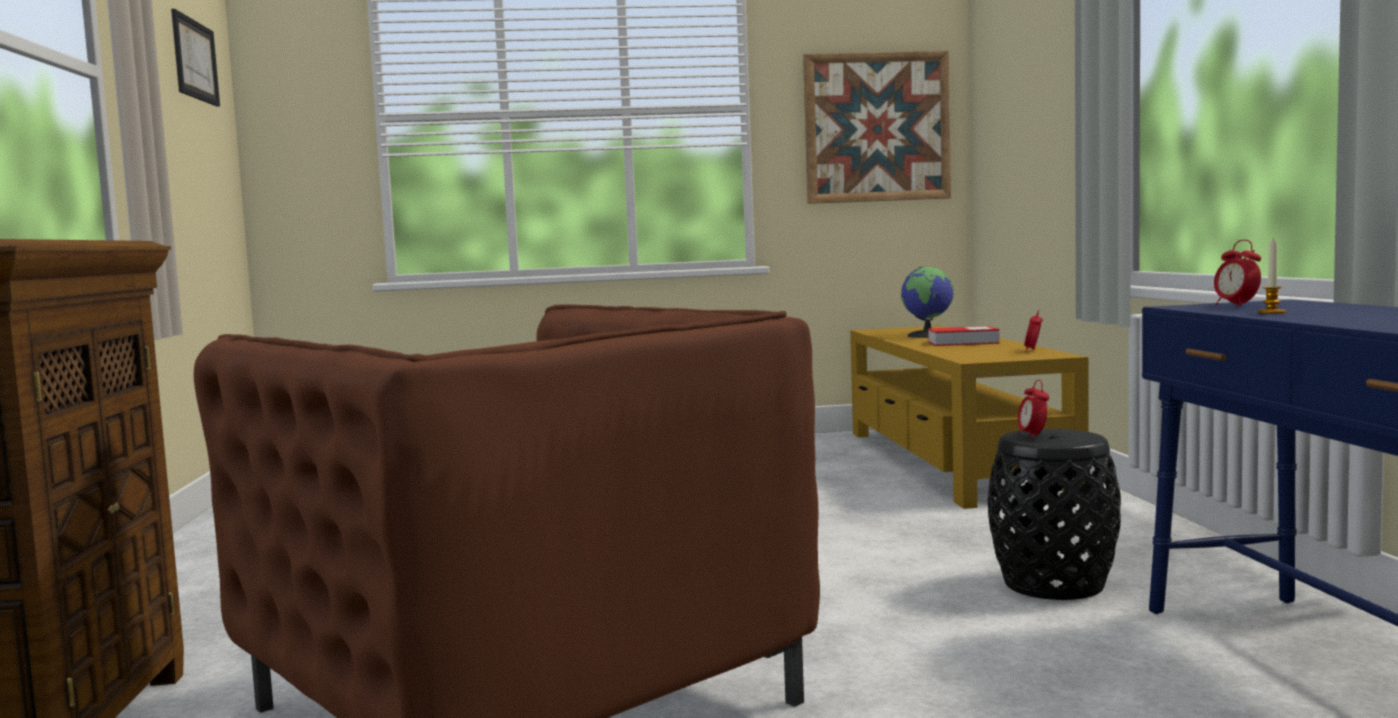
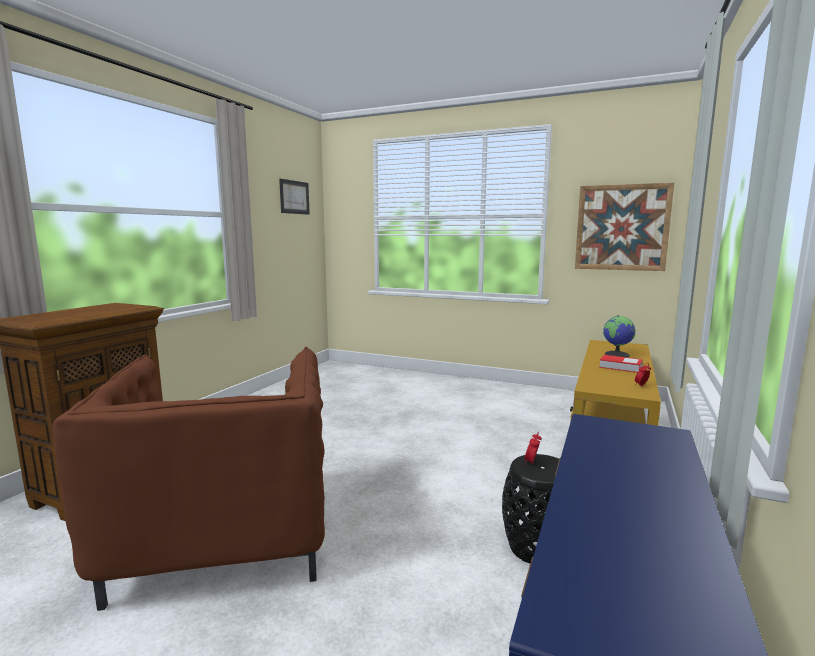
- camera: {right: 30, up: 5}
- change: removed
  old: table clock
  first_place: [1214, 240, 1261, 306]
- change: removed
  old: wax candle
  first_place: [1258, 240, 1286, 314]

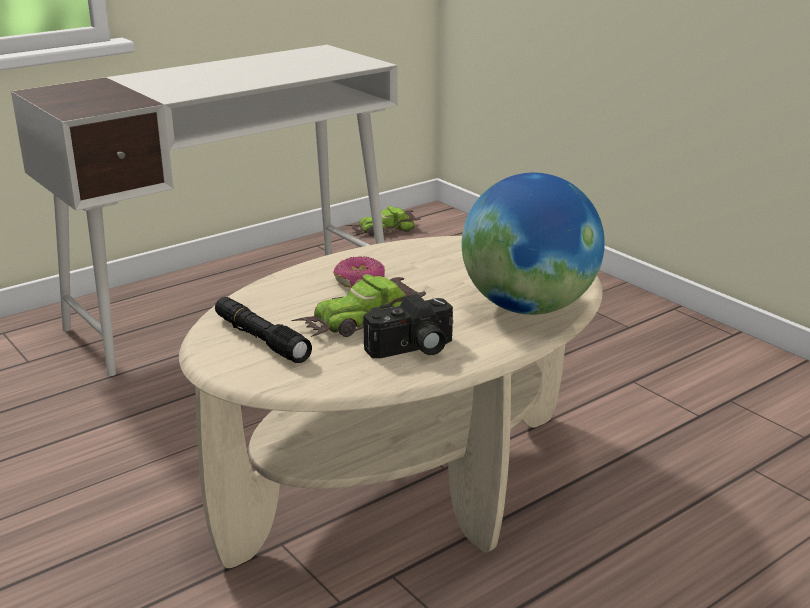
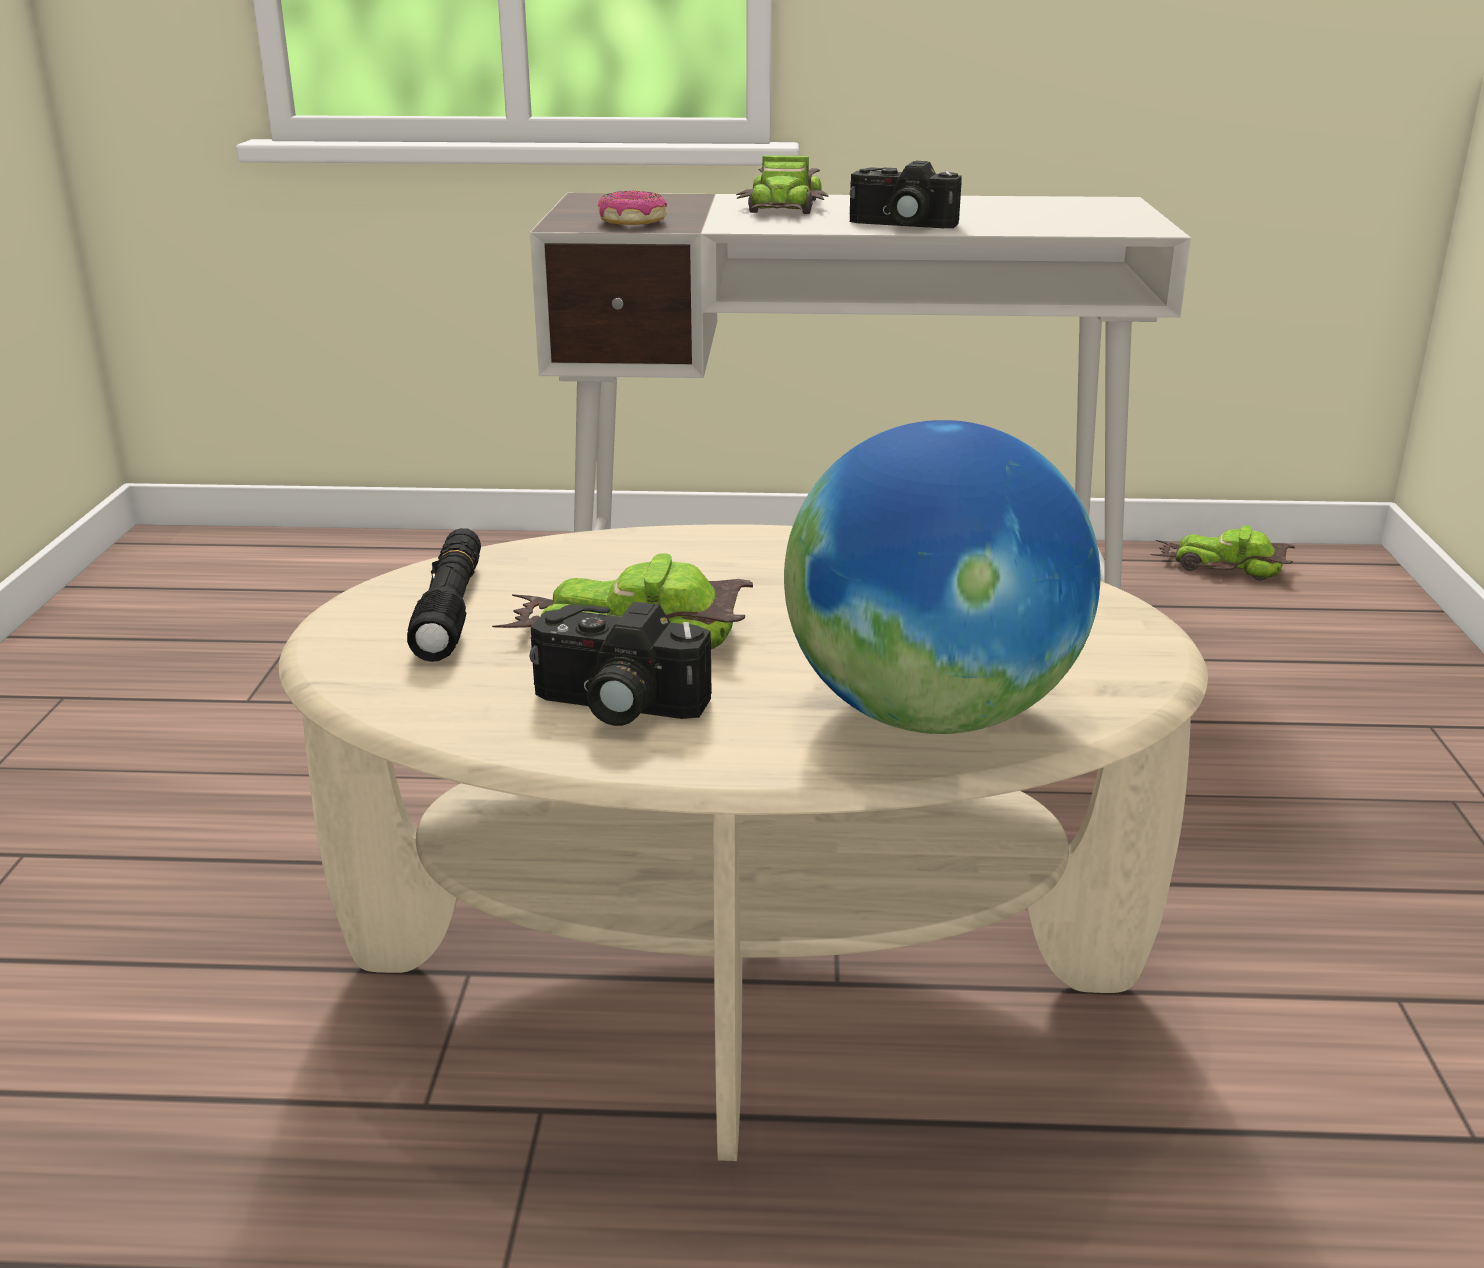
- camera: {right: 40, up: 0}
- change: moved
  old: doughnut
  first_place: [333, 256, 385, 288]
  second_place: [598, 191, 667, 225]
- change: added
  new: miniature car
  second_place: [736, 155, 829, 214]
- change: added
  new: photo camera
  second_place: [849, 161, 962, 228]

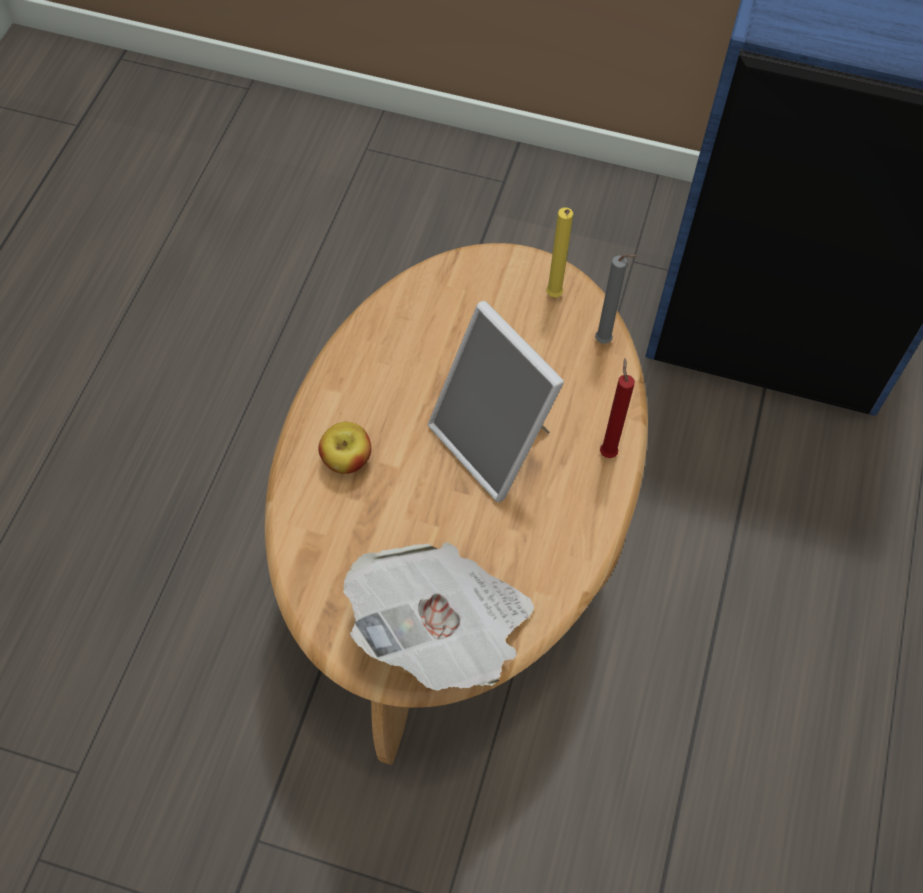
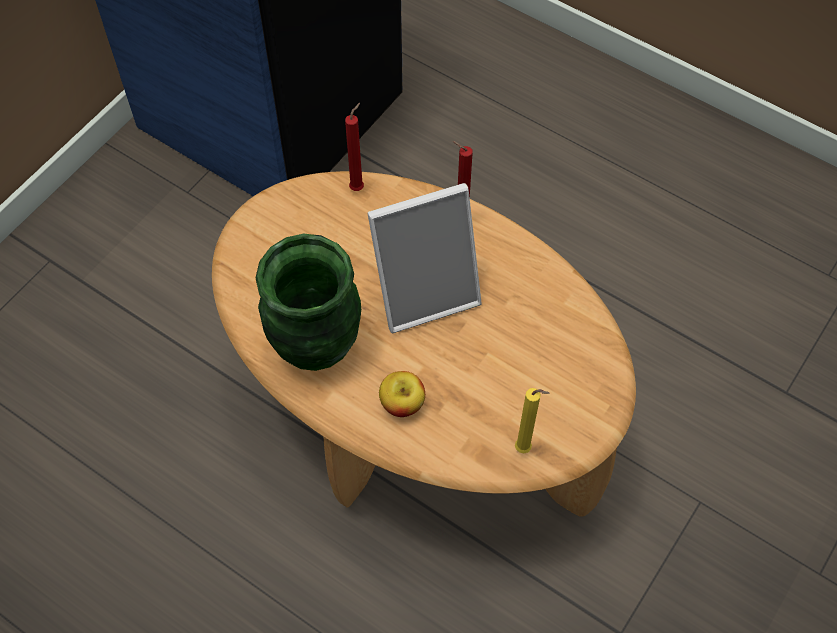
- camera: {right: -70, up: 0}
- change: moved
  old: yellowish wax candle
  first_place: [546, 207, 573, 297]
  second_place: [515, 388, 550, 453]
- change: recoloured
  old: greyish wax candle
  new: red wax candle
  first_place: [595, 254, 638, 344]
  second_place: [345, 103, 364, 191]
- change: removed
  old: printed paper
  first_place: [343, 542, 534, 691]
- change: added
  new: green-coloured decorative vase
  second_place: [256, 234, 361, 371]

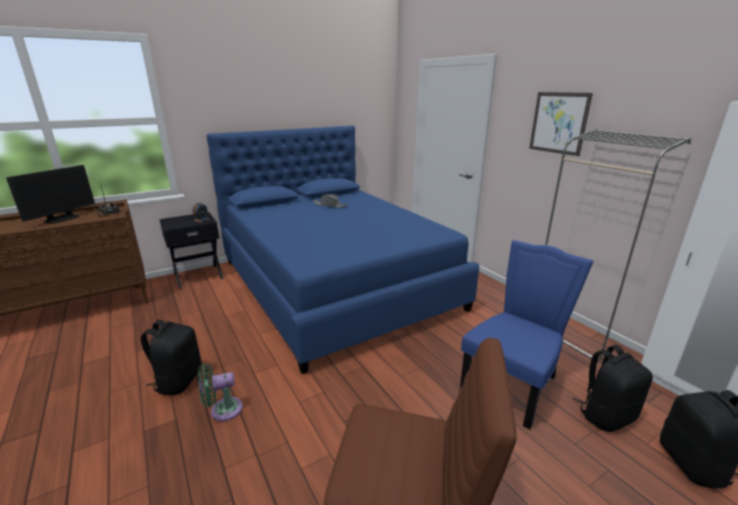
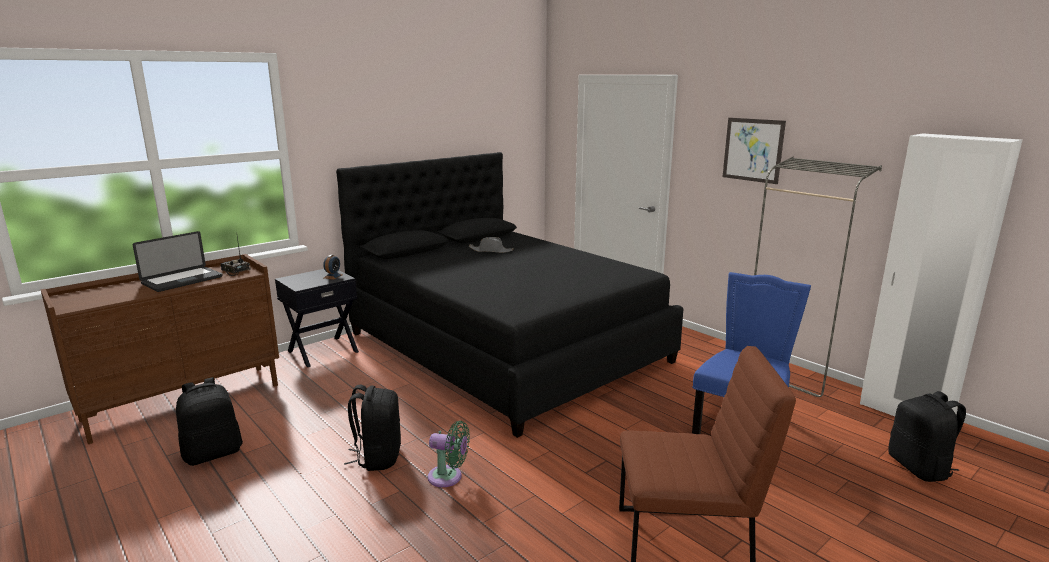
- camera: {right: -10, up: -5}
- change: recoloured
  old: bluish sleeping bed
  new: black-coloured sleeping bed
  first_place: [207, 126, 479, 374]
  second_place: [336, 152, 684, 438]
- change: replaced
  old: computer display
  new: notebook computer
  first_place: [6, 165, 95, 224]
  second_place: [133, 231, 223, 292]
- change: moved
  old: black-coloured backpack
  first_place: [572, 345, 653, 432]
  second_place: [176, 377, 243, 466]
- change: turned
  old: green-coloured electric fan
  first_place: [198, 364, 243, 421]
  second_place: [428, 421, 470, 487]
  degrees: -135

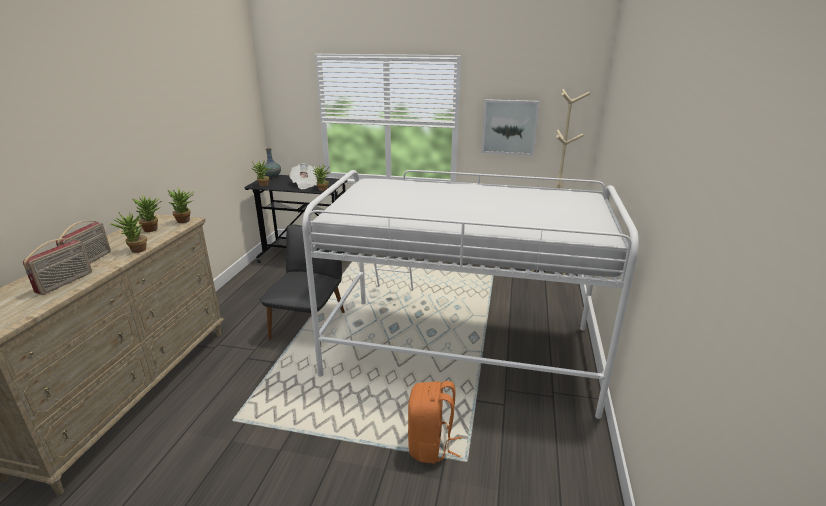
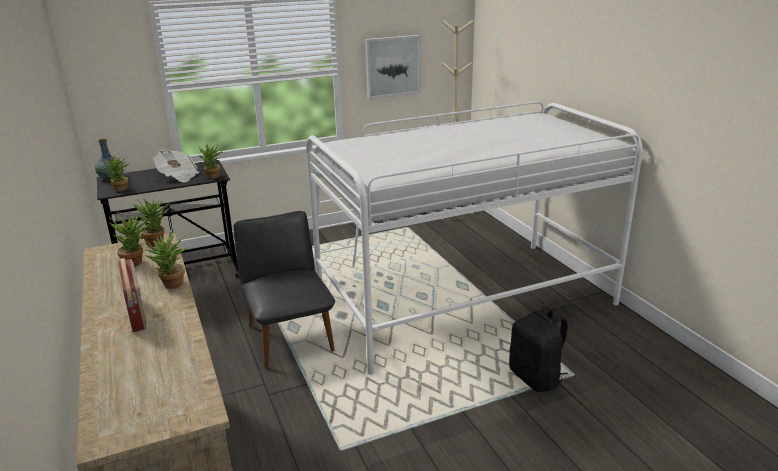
- camera: {right: -35, up: 0}
- change: removed
  old: radio receiver
  first_place: [23, 238, 92, 295]
- change: recoloured
  old: orangey backpack
  new: black-coloured backpack
  first_place: [408, 381, 462, 464]
  second_place: [509, 306, 568, 392]

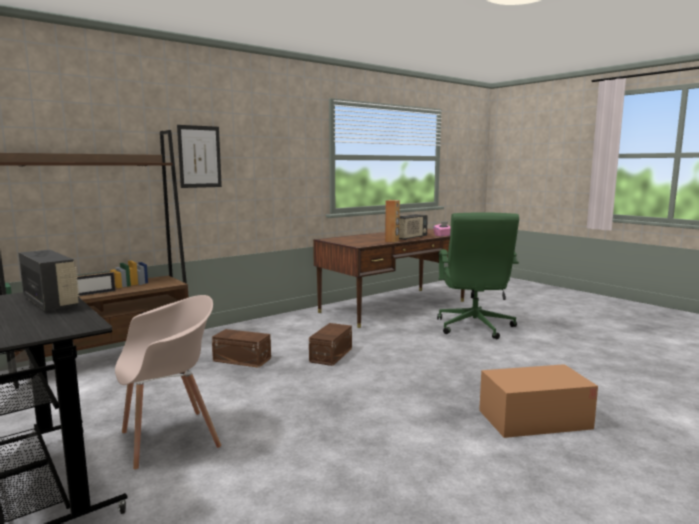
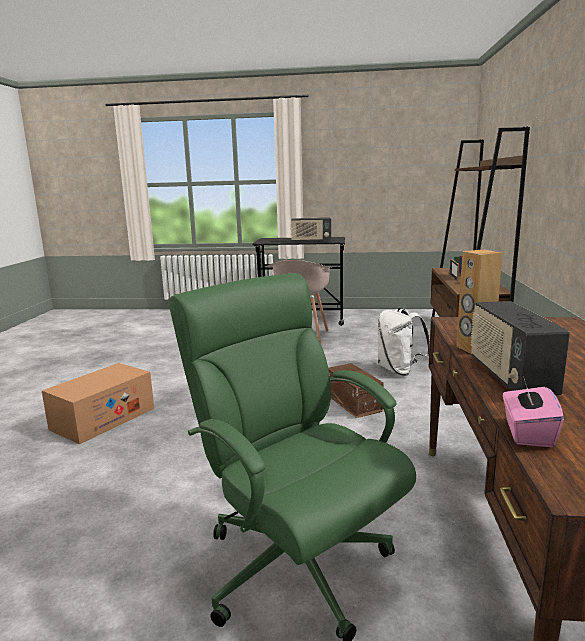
- camera: {right: 135, up: 5}
- change: removed
  old: wall art
  first_place: [177, 125, 222, 188]
- change: replaced
  old: brownish storage container
  new: whitish backpack
  first_place: [212, 329, 271, 368]
  second_place: [377, 308, 430, 376]

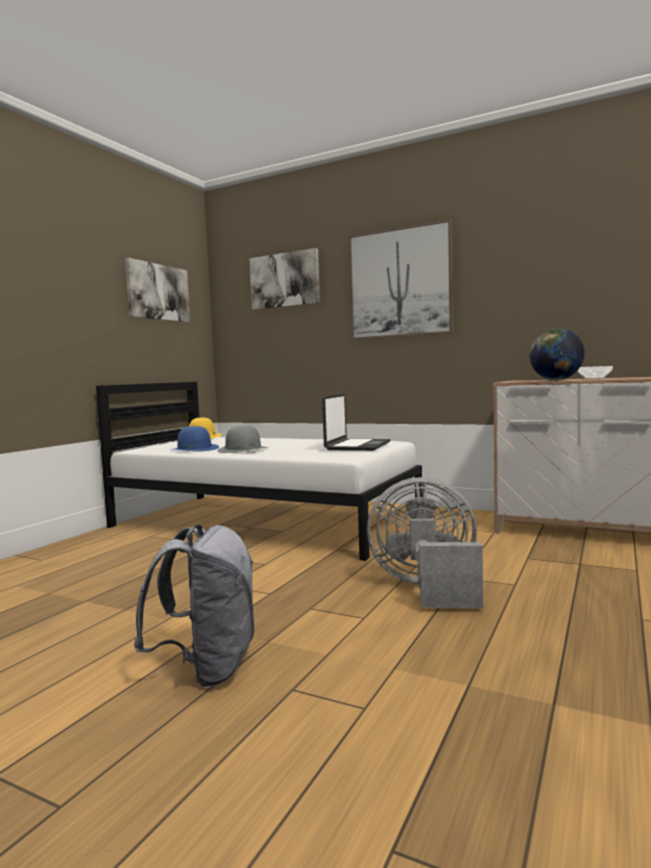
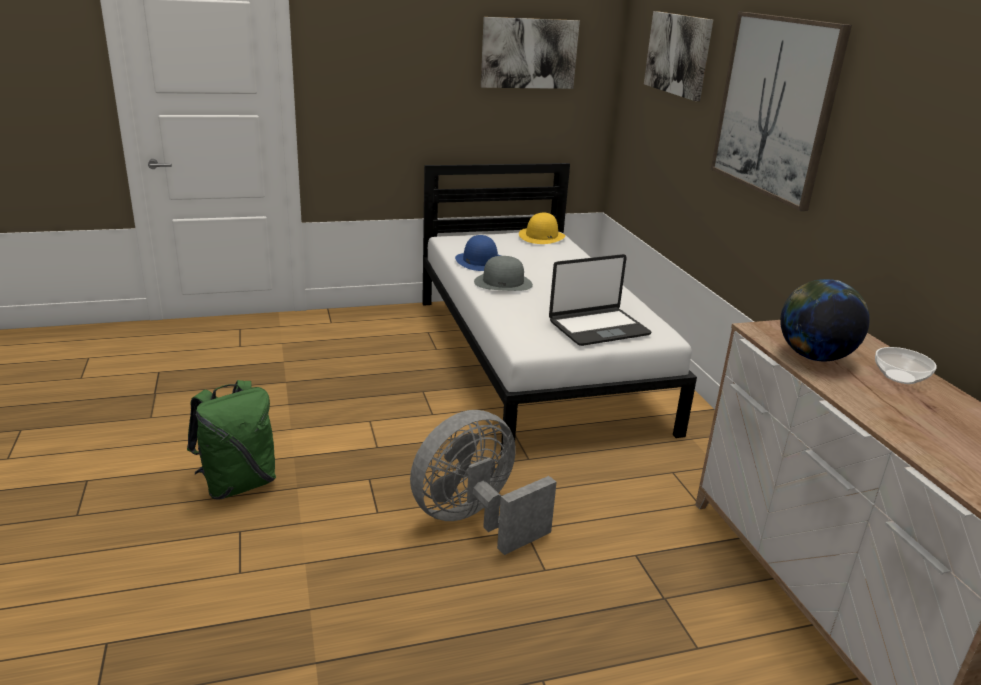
- camera: {right: 45, up: 20}
- change: turned
  old: greyish electric fan
  first_place: [367, 477, 483, 608]
  second_place: [410, 410, 557, 555]
  degrees: -90
- change: recoloured
  old: greyish backpack
  new: green-coloured backpack
  first_place: [134, 524, 254, 687]
  second_place: [187, 380, 276, 500]

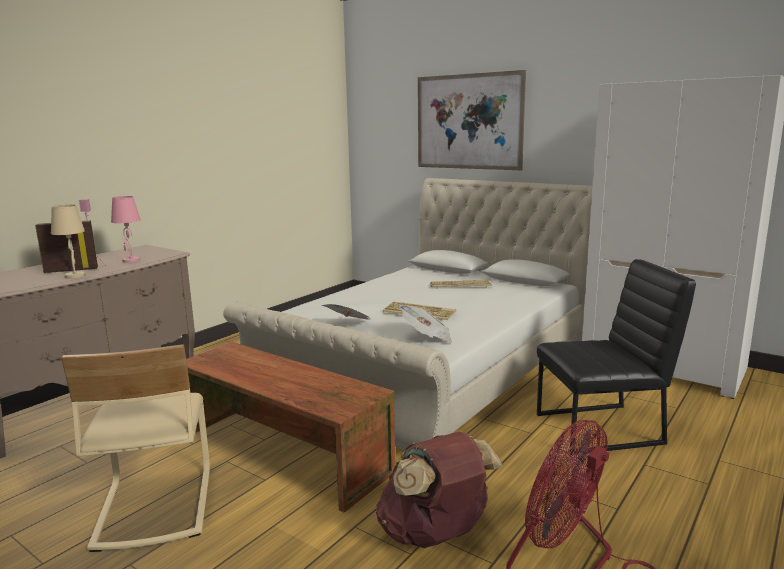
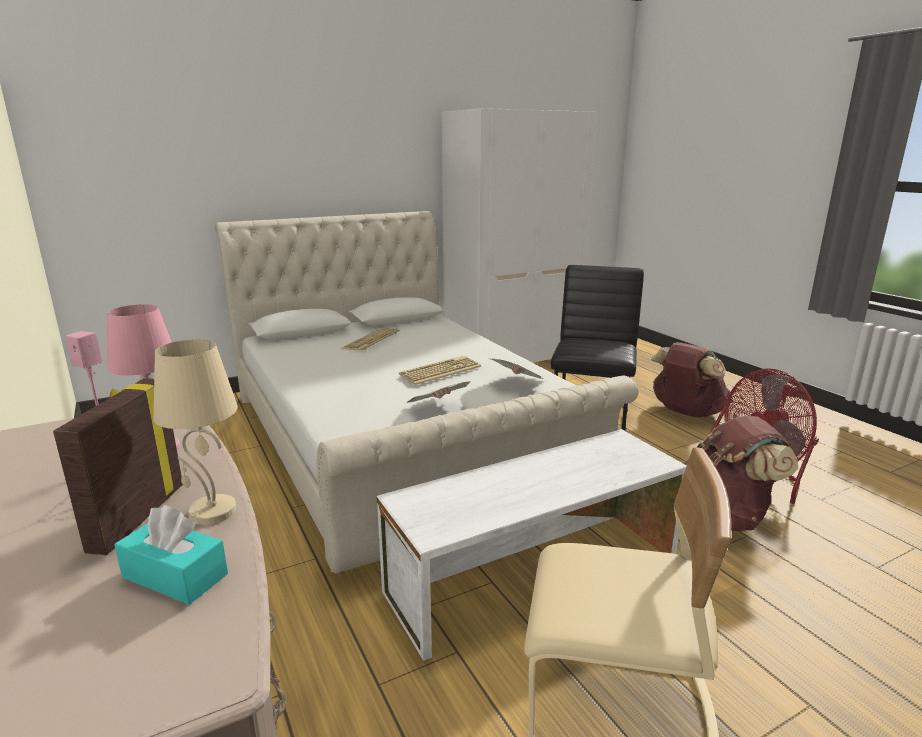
- camera: {right: -65, up: 5}
- change: removed
  old: wall art
  first_place: [418, 70, 526, 170]
- change: recoloured
  old: brownish bench
  new: whitish bench
  first_place: [186, 342, 395, 512]
  second_place: [376, 429, 687, 661]
- change: added
  new: brownish backpack
  second_place: [651, 342, 730, 417]
- change: added
  new: blue-green tissue holder
  second_place: [114, 505, 228, 605]

